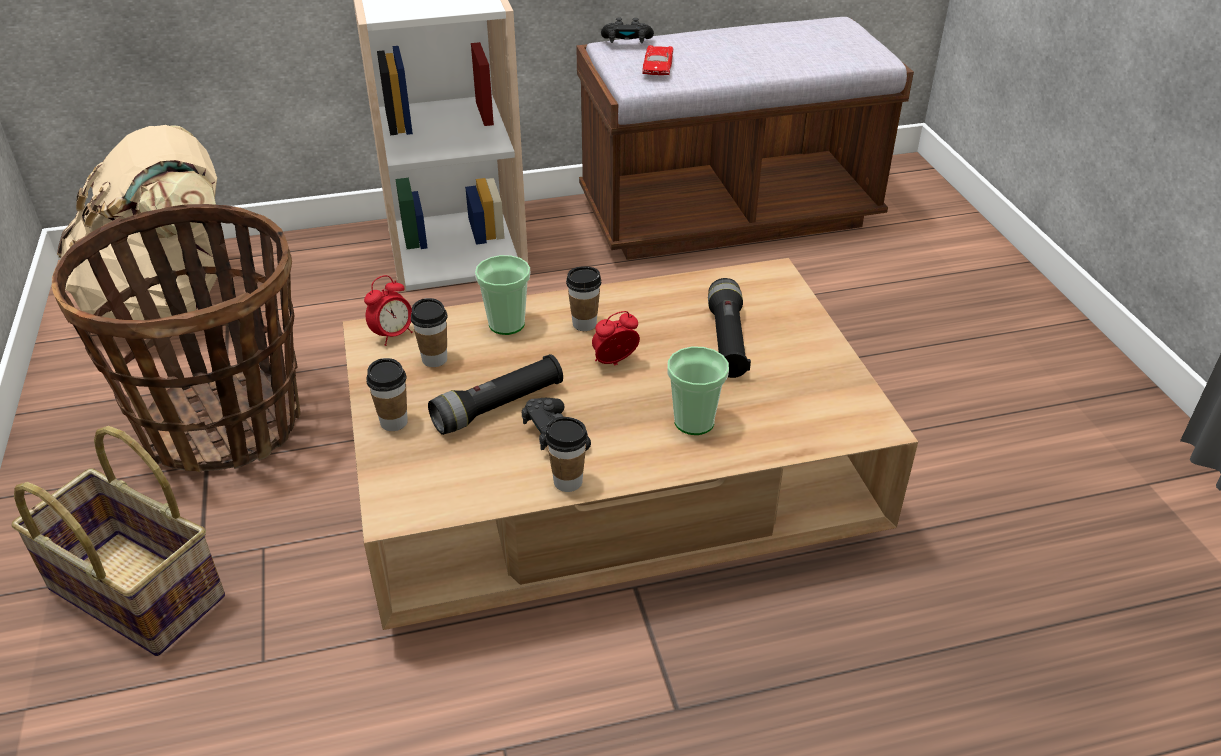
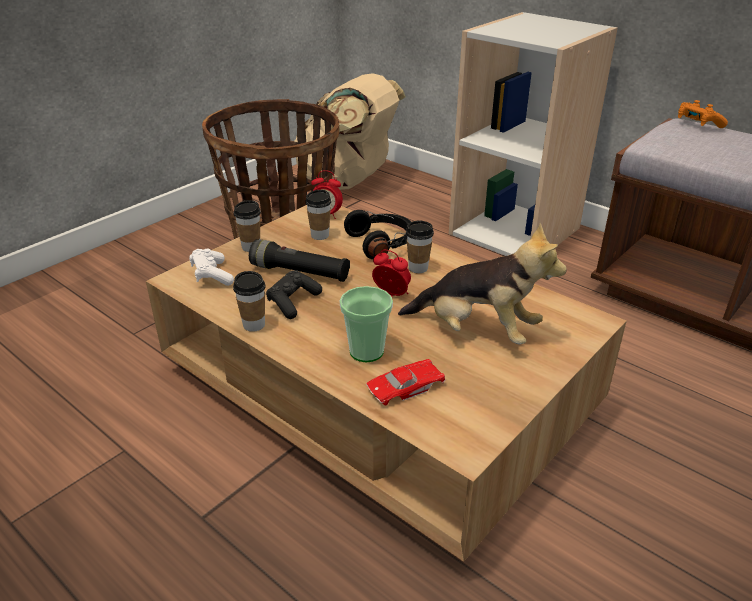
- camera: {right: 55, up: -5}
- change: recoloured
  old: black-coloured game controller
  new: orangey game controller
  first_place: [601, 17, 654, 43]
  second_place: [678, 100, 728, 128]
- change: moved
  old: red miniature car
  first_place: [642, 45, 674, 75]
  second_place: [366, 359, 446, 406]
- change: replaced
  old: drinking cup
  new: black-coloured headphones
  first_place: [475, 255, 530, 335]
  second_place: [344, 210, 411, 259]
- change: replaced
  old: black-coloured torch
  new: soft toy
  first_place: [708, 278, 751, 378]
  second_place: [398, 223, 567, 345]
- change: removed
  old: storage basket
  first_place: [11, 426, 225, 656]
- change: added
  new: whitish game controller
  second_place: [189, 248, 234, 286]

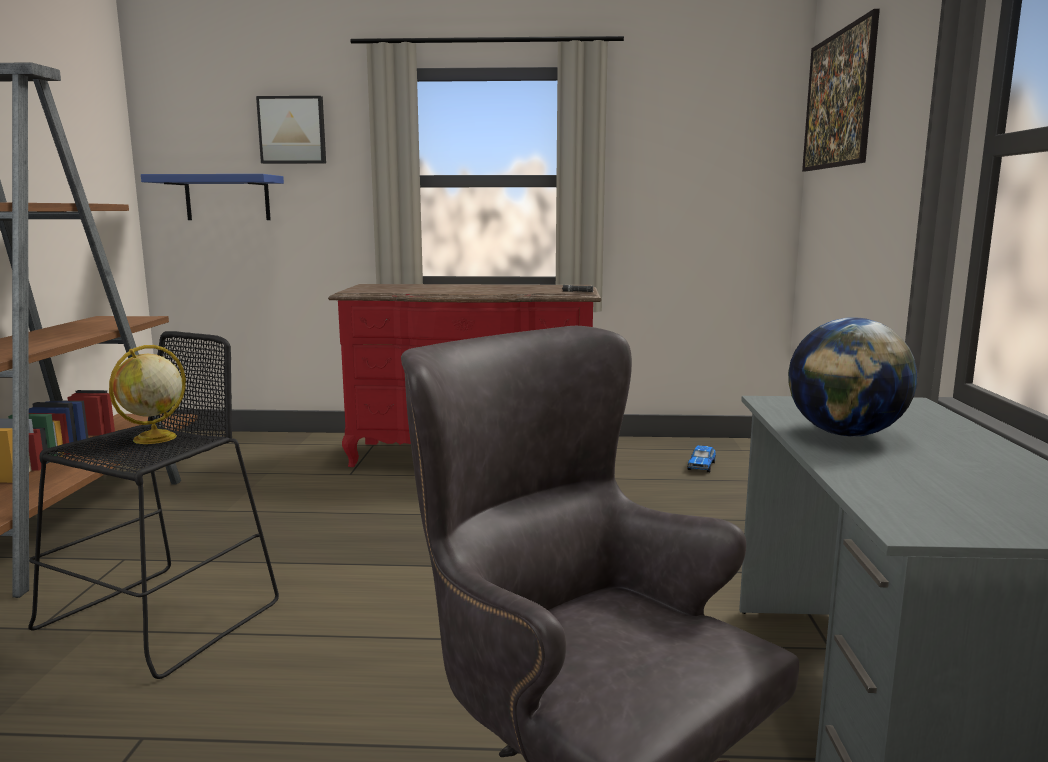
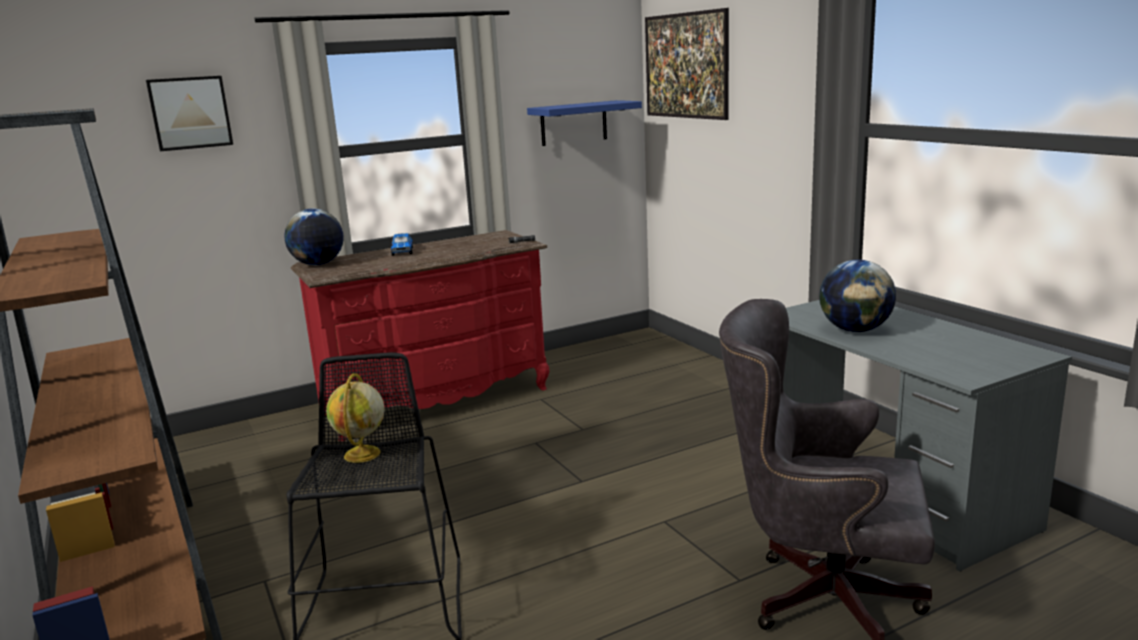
- camera: {right: -30, up: 5}
- change: moved
  old: bluish shelf
  first_place: [141, 174, 284, 220]
  second_place: [527, 100, 642, 146]
- change: moved
  old: miniature car
  first_place: [688, 445, 716, 472]
  second_place: [391, 233, 413, 256]
- change: added
  new: globe
  second_place: [284, 208, 344, 265]

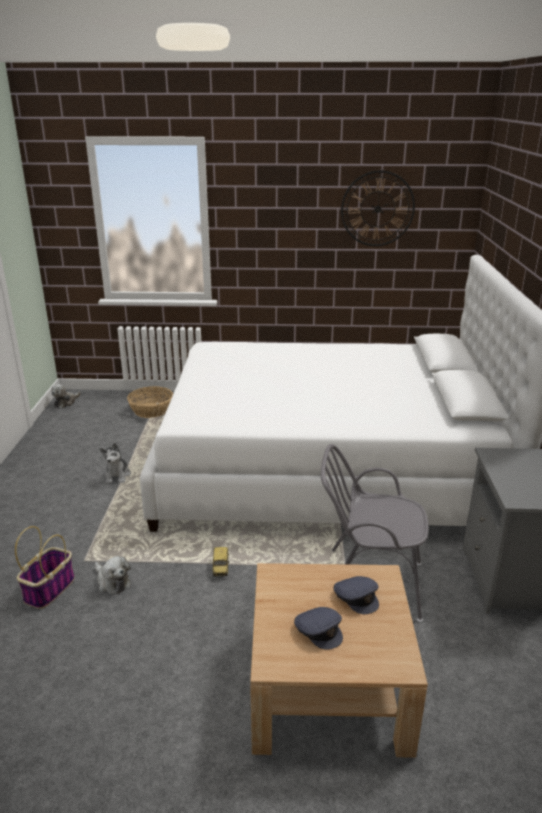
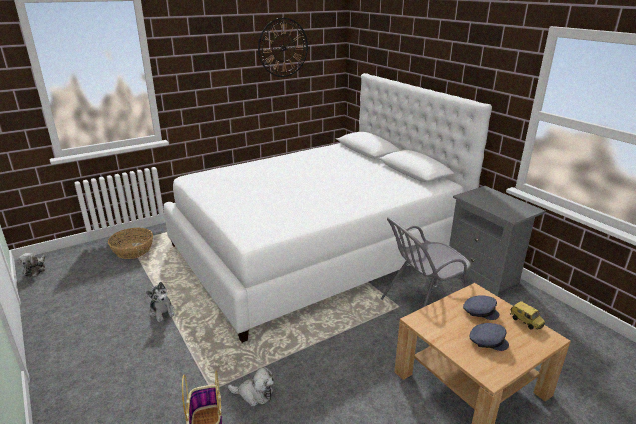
- camera: {right: -35, up: 0}
- change: moved
  old: miniature car
  first_place: [213, 547, 229, 577]
  second_place: [510, 301, 545, 330]

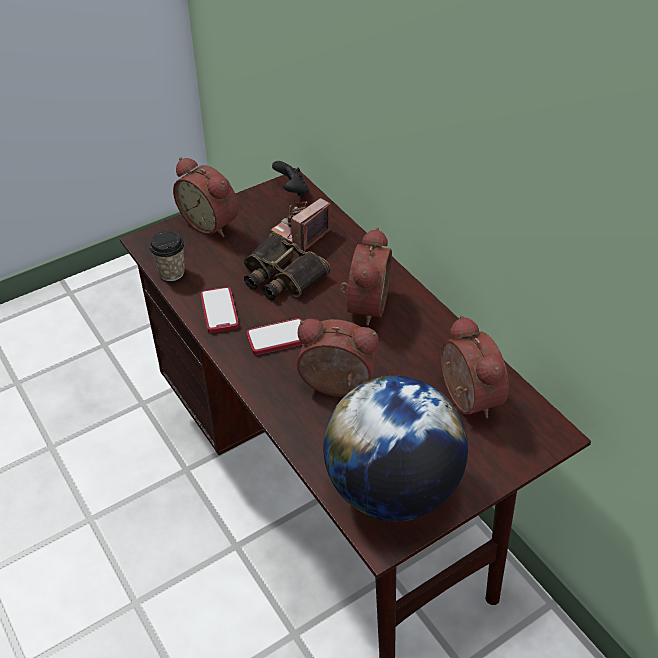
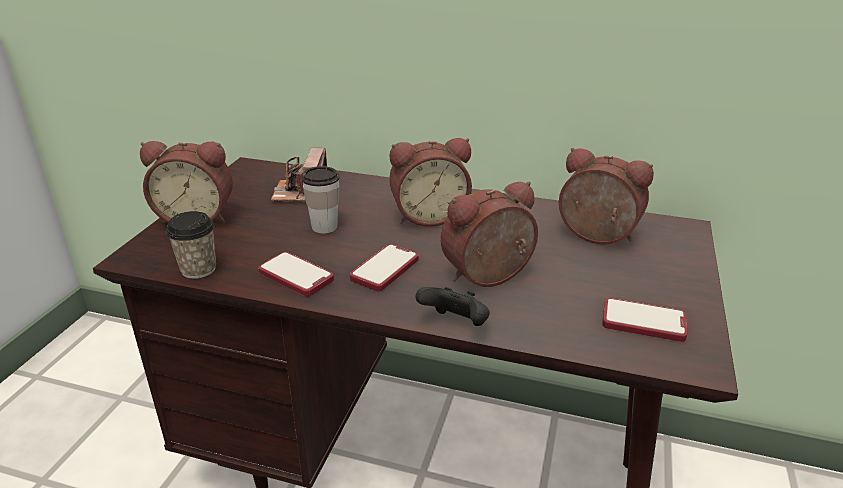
- camera: {right: -40, up: -15}
- change: moved
  old: black-coloured game controller
  first_place: [272, 161, 309, 197]
  second_place: [415, 287, 490, 326]
- change: turned
  old: table clock
  first_place: [341, 227, 392, 326]
  second_place: [389, 138, 472, 227]
  degrees: 105
- change: replaced
  old: binoculars
  new: drinking cup
  first_place: [244, 233, 331, 300]
  second_place: [301, 166, 340, 233]
- change: replaced
  old: globe
  new: handset
  first_place: [323, 376, 468, 521]
  second_place: [602, 298, 687, 342]

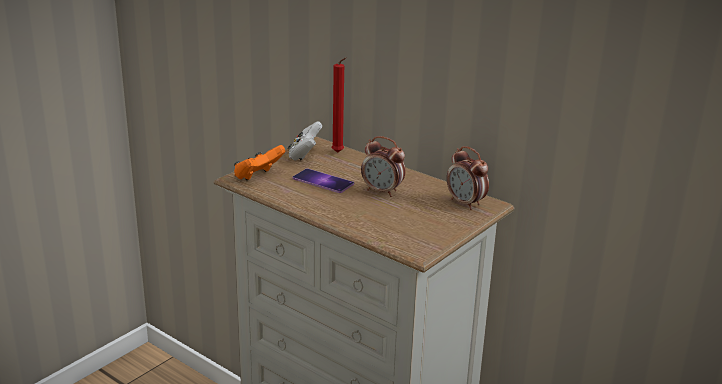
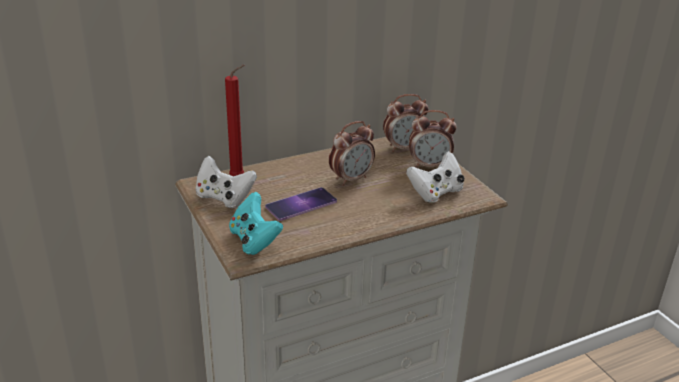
- camera: {right: -65, up: 5}
- change: recoloured
  old: orangey game controller
  new: blue-green game controller
  first_place: [234, 145, 286, 180]
  second_place: [229, 192, 283, 255]
- change: added
  new: table clock
  second_place: [409, 110, 457, 168]
- change: added
  new: whitish game controller
  second_place: [406, 151, 464, 203]

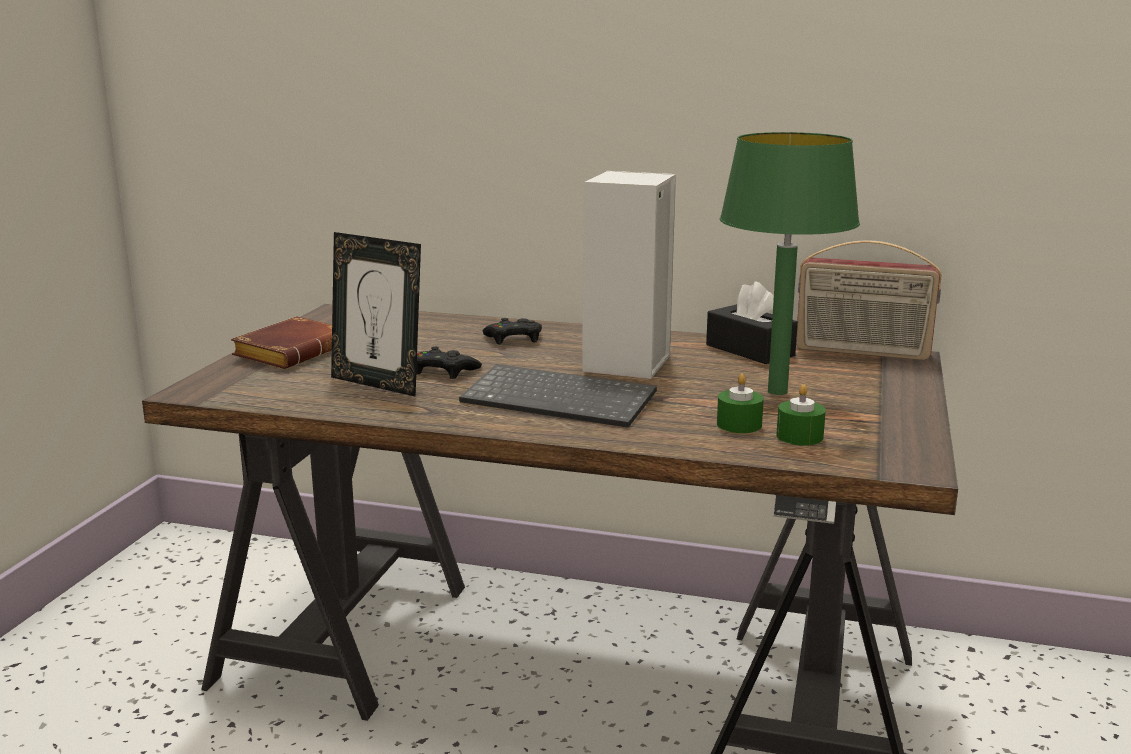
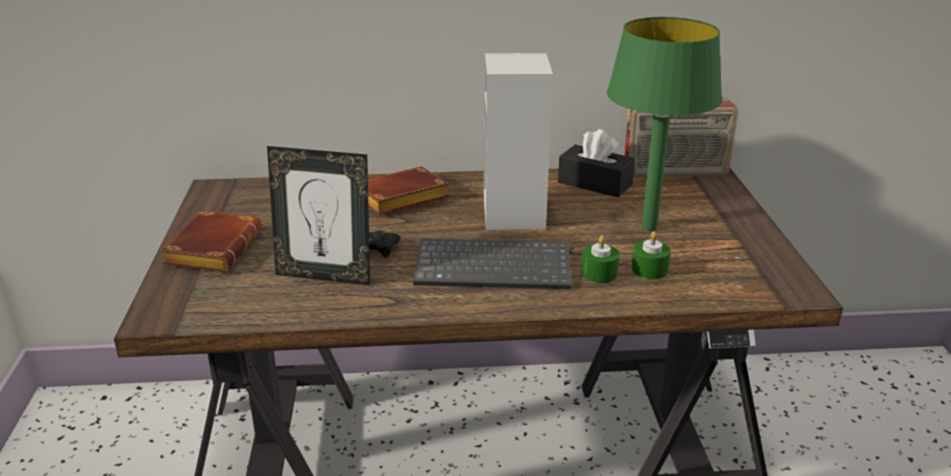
- camera: {right: -20, up: 10}
- change: replaced
  old: black-coloured game controller
  new: brownish book
  first_place: [482, 318, 542, 345]
  second_place: [368, 166, 449, 214]
- change: moved
  old: green-coloured wax candle
  first_place: [776, 384, 826, 446]
  second_place: [581, 235, 619, 283]

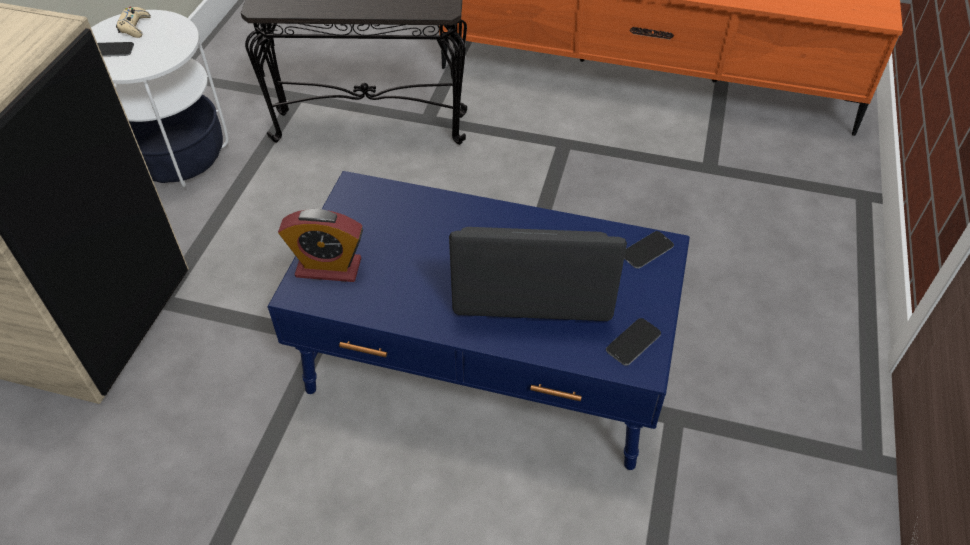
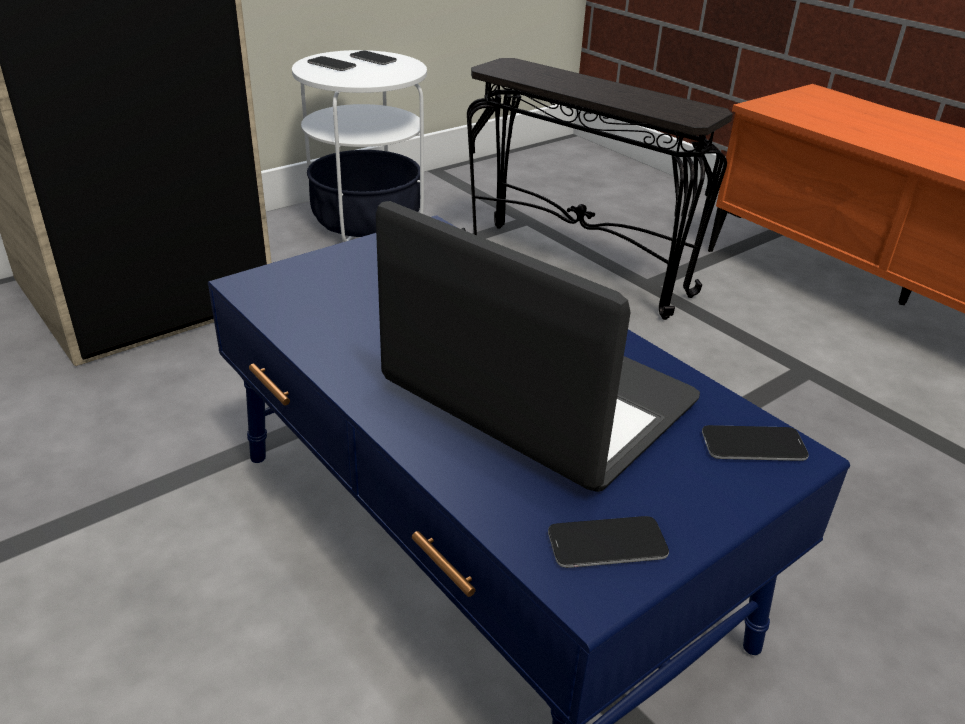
- camera: {right: 35, up: -15}
- change: replaced
  old: beige game controller
  new: handset
  first_place: [116, 7, 151, 38]
  second_place: [350, 51, 397, 65]
- change: removed
  old: table clock
  first_place: [278, 209, 363, 282]

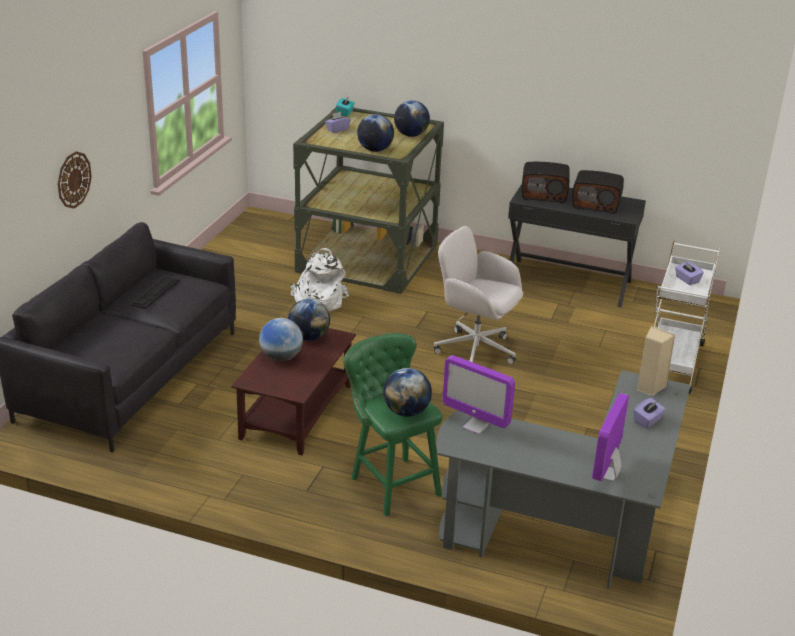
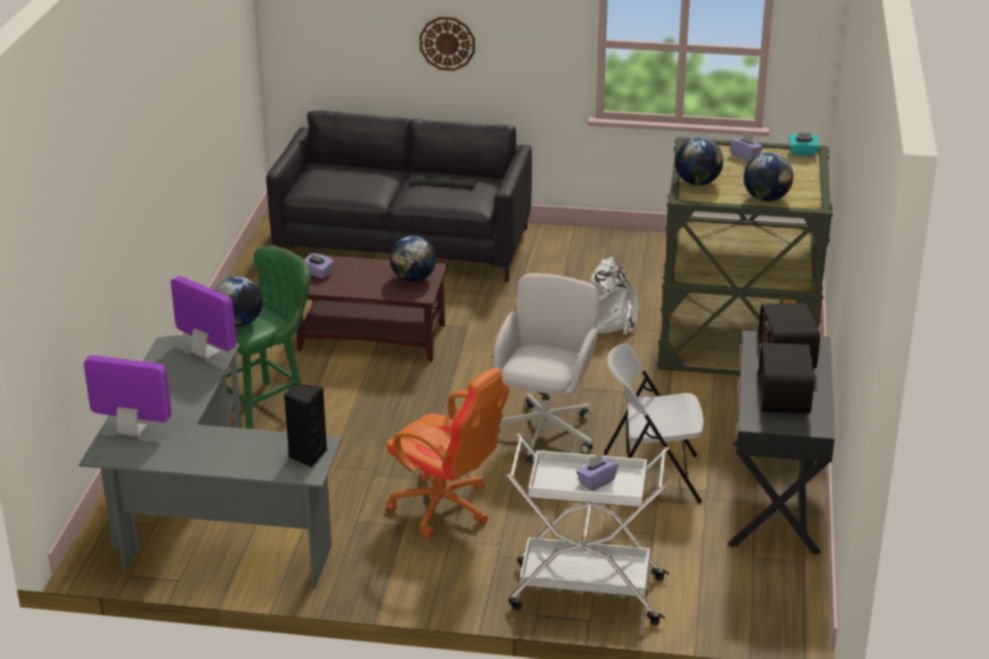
- camera: {right: 80, up: 0}
- change: removed
  old: globe
  first_place: [259, 318, 303, 361]
- change: recoloured
  old: beige audio speaker
  new: black-coloured audio speaker
  first_place: [637, 326, 675, 396]
  second_place: [284, 384, 327, 467]
- change: turned
  old: computer display
  first_place: [442, 355, 515, 434]
  second_place: [171, 276, 236, 360]
  degrees: 105
- change: moved
  old: purple tissue holder
  first_place: [633, 398, 666, 428]
  second_place: [304, 253, 334, 279]
- change: added
  new: whitish upright chair
  second_place: [604, 344, 704, 503]
- change: added
  new: orangey computer chair
  second_place: [386, 368, 510, 539]

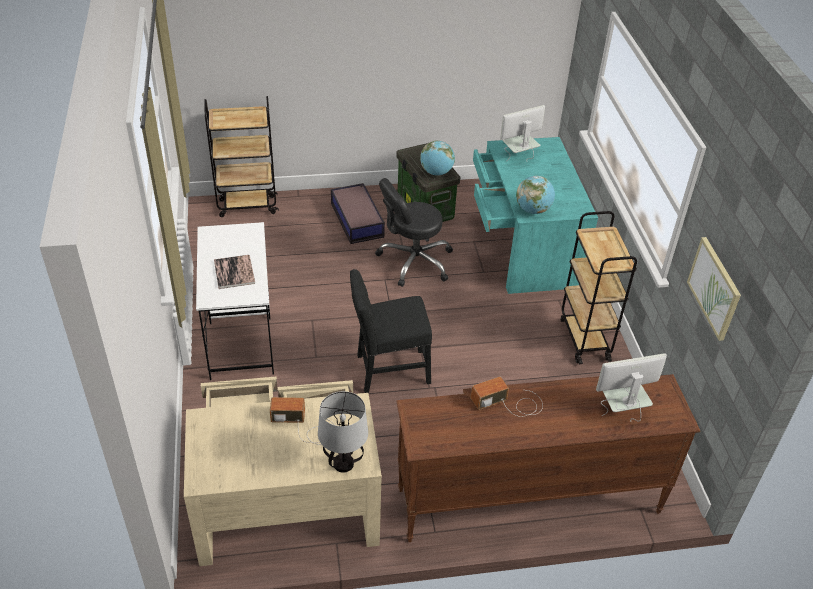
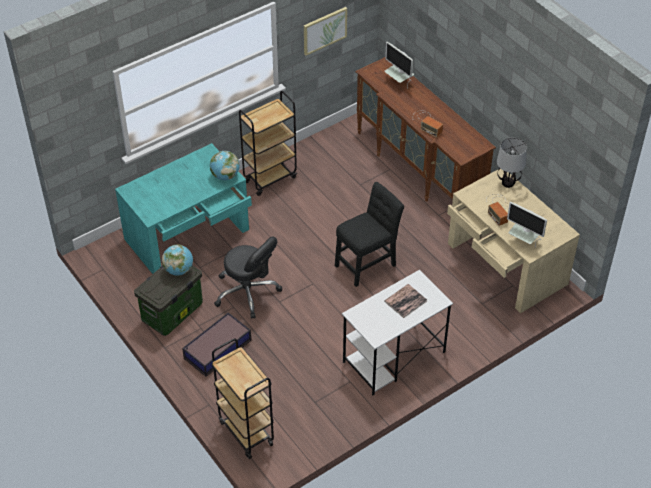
- camera: {right: -115, up: 5}
- change: moved
  old: computer display
  first_place: [500, 105, 545, 161]
  second_place: [507, 202, 547, 248]
- change: turned
  old: black-coloured upright chair
  first_place: [350, 269, 432, 393]
  second_place: [335, 182, 404, 287]
  degrees: -90

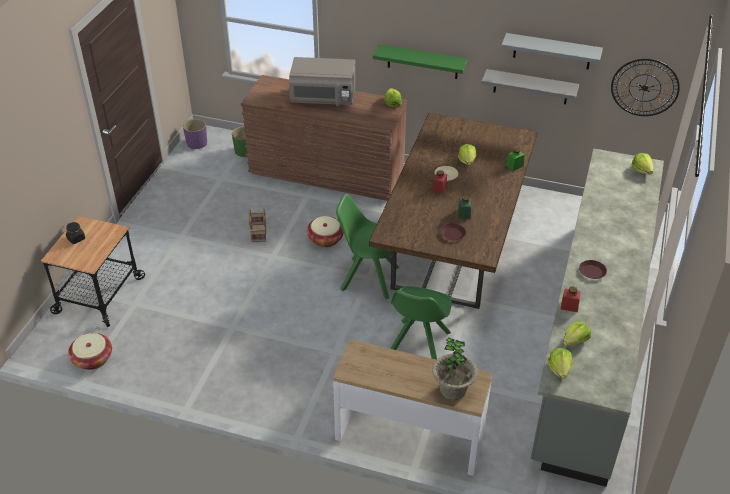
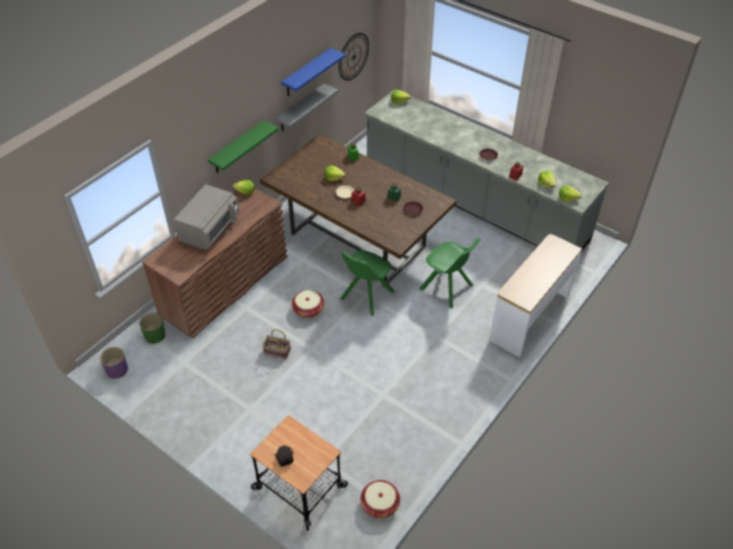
- camera: {right: -70, up: 5}
- change: recoloured
  old: greyish shelf
  new: bluish shelf
  first_place: [501, 33, 603, 70]
  second_place: [281, 48, 345, 96]
- change: removed
  old: plant in a pot
  first_place: [432, 338, 478, 400]

